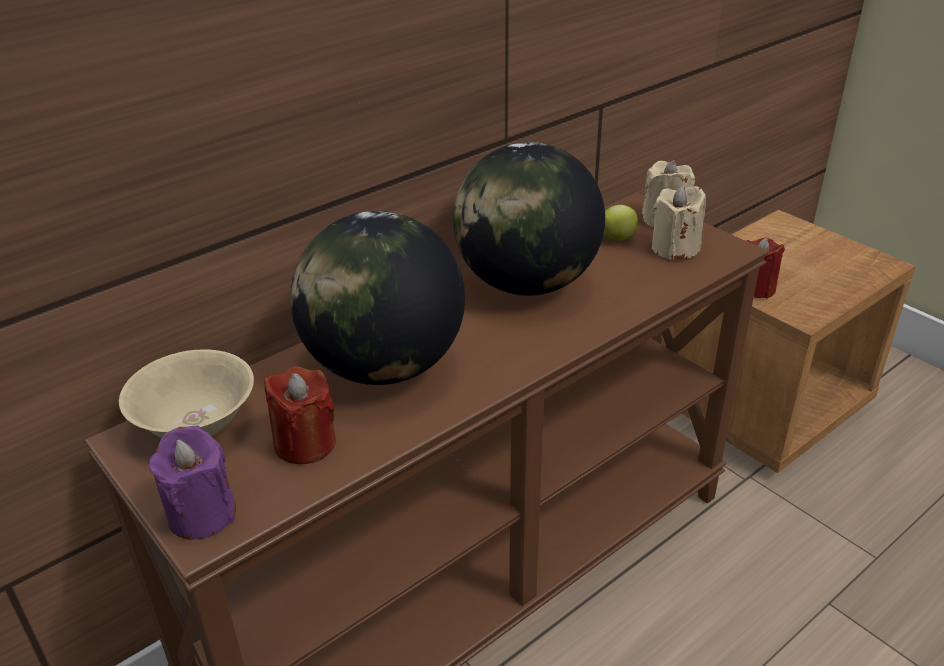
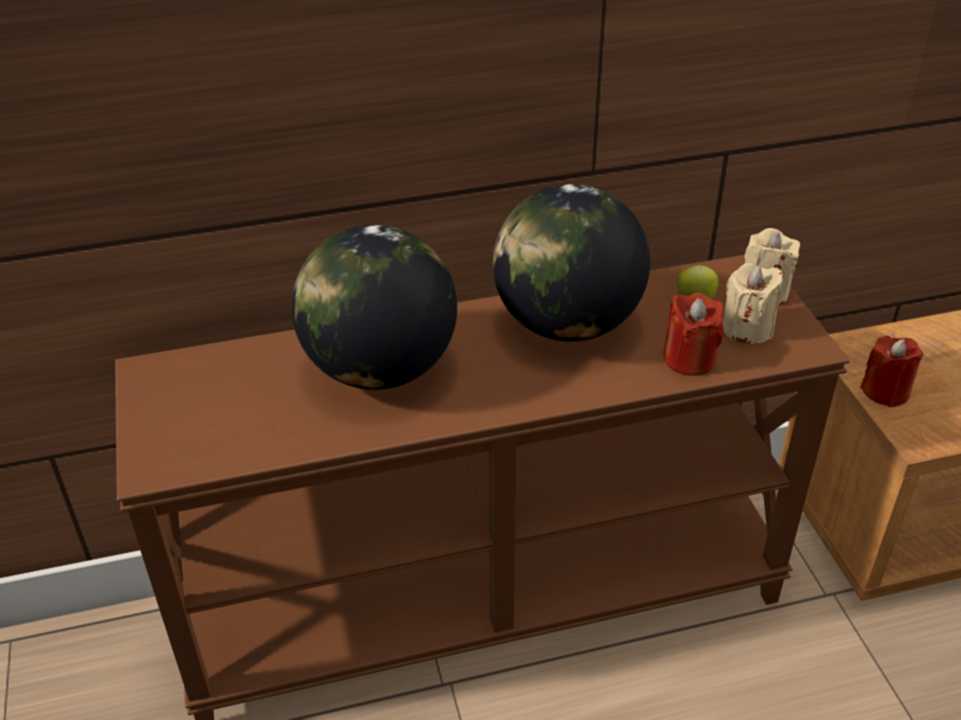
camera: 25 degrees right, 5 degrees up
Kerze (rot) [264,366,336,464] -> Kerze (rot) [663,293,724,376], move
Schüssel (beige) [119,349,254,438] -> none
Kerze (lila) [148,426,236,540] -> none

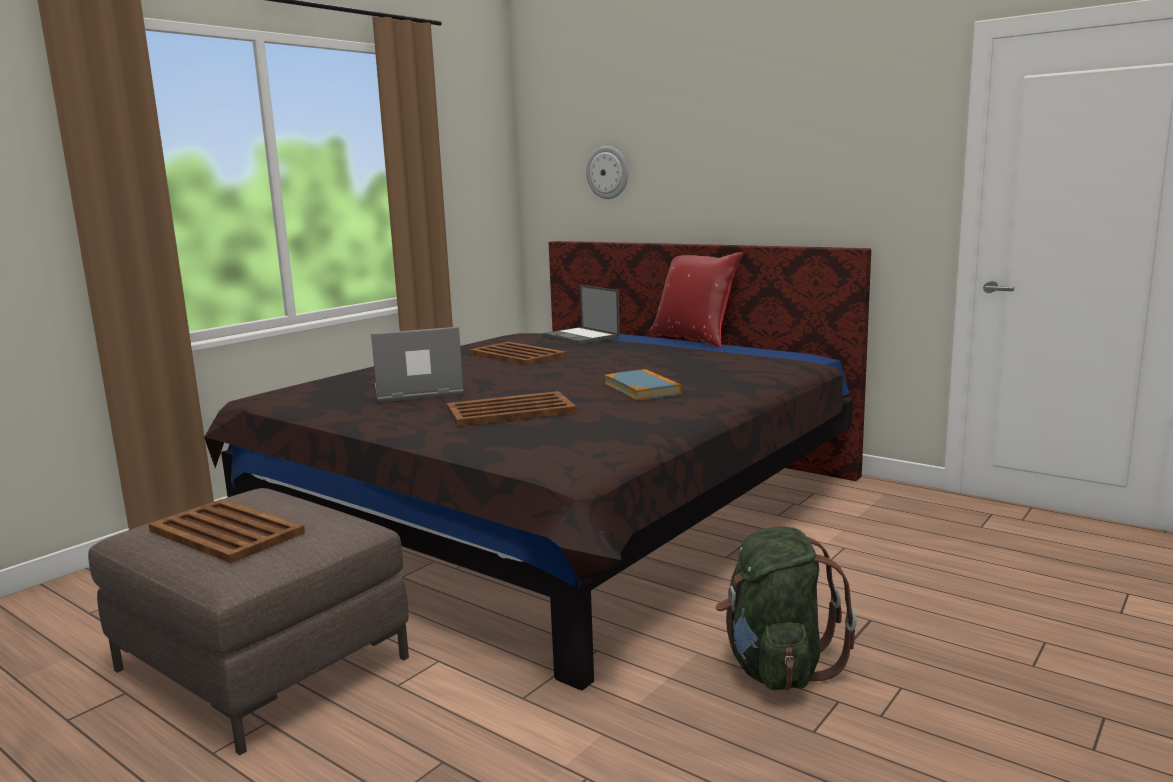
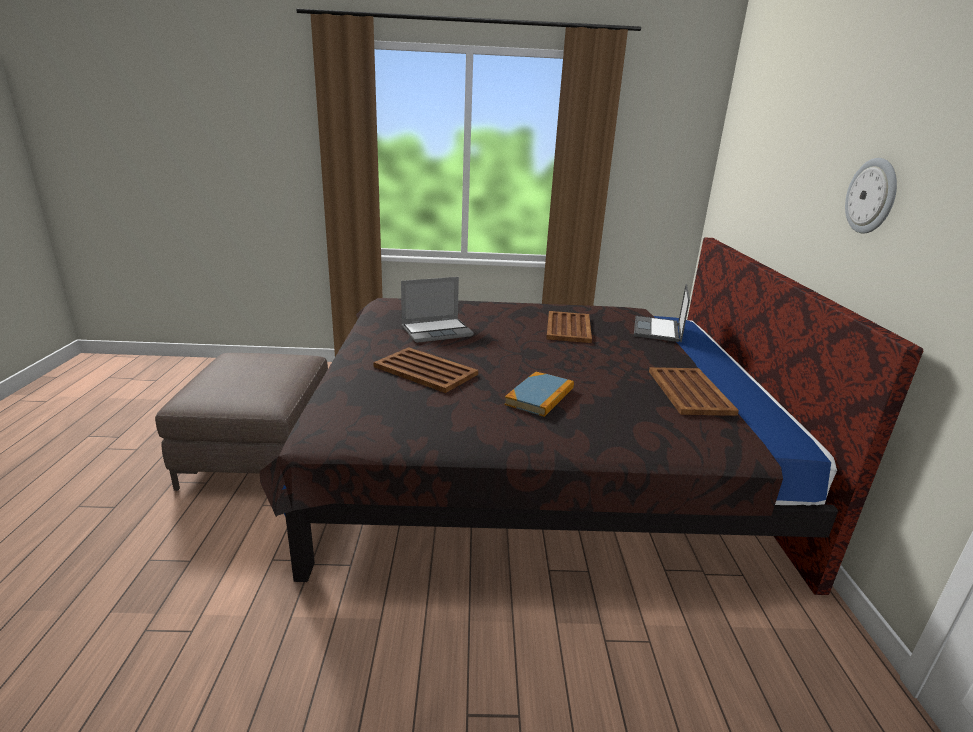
camera: 50 degrees right, 10 degrees up
Laptop [371,327,464,402] -> Laptop [401,277,474,343], 120 degrees clockwise
Tablett (braun) [148,499,305,563] -> Tablett (braun) [649,367,739,416], move
Wanduhr [586,146,628,199] -> Wanduhr [845,158,897,234], move
Kissen (rot) [649,252,743,348] -> none
Rucksack (grün) [716,526,857,690] -> none

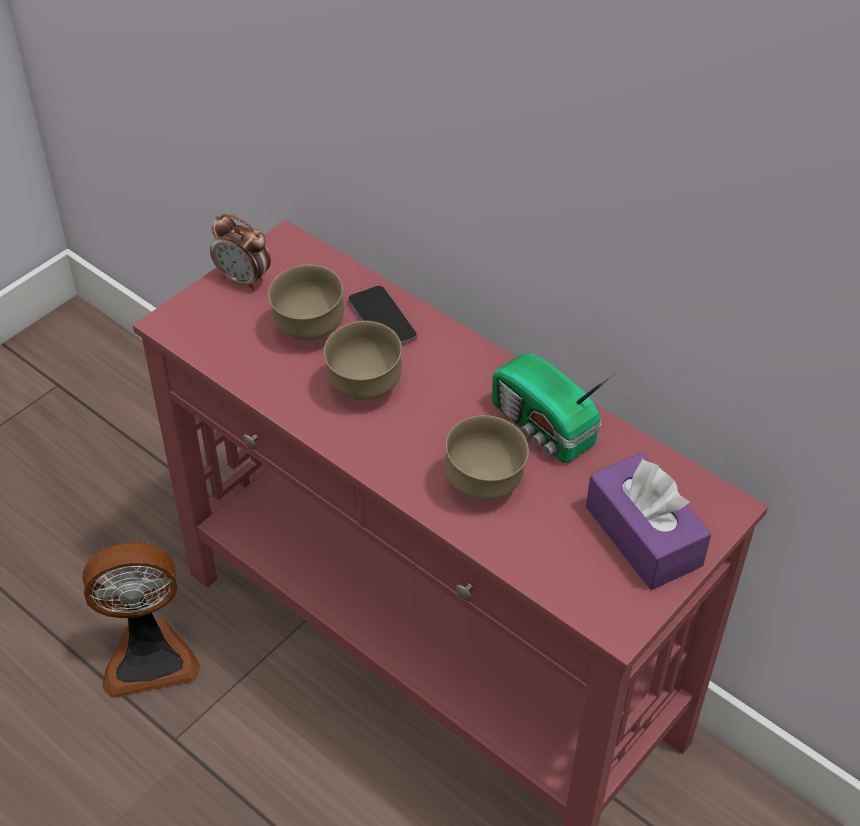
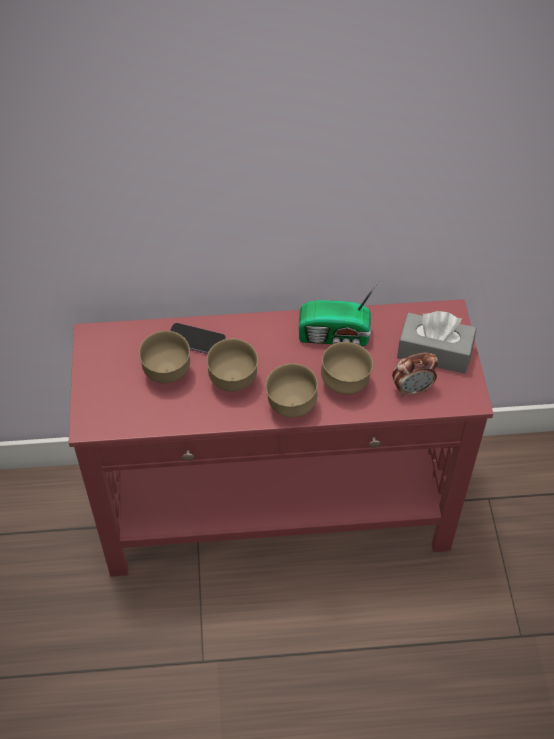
camera: 45 degrees left, 5 degrees up
none -> Schüssel (braun) [265,363,318,417]
Wecker [210,213,271,291] -> Wecker [392,352,438,397], move
Taschentuchbox (lila) [586,453,711,590] -> Taschentuchbox (grau) [397,311,476,374]
Ventilator [83,542,200,698] -> none

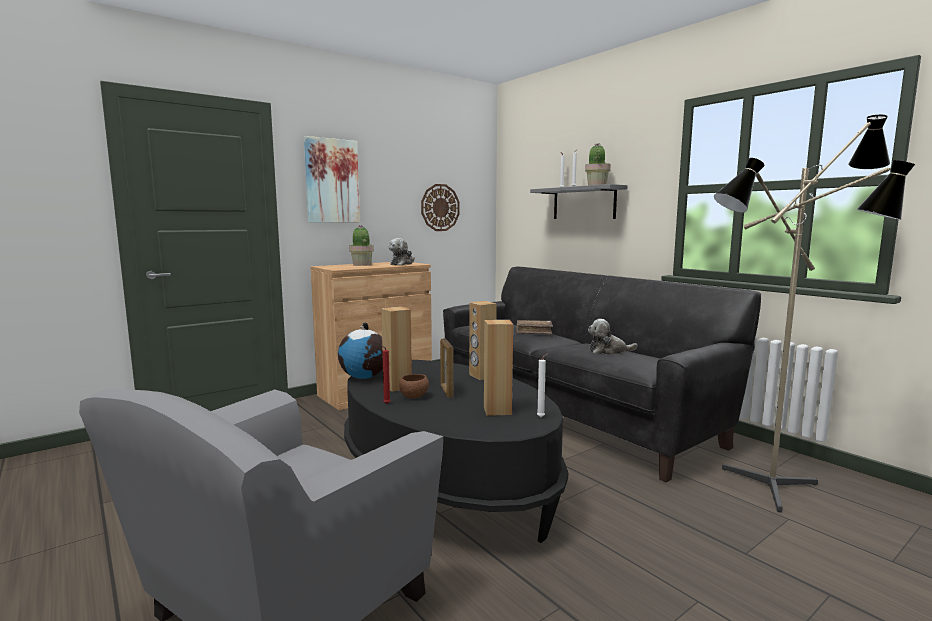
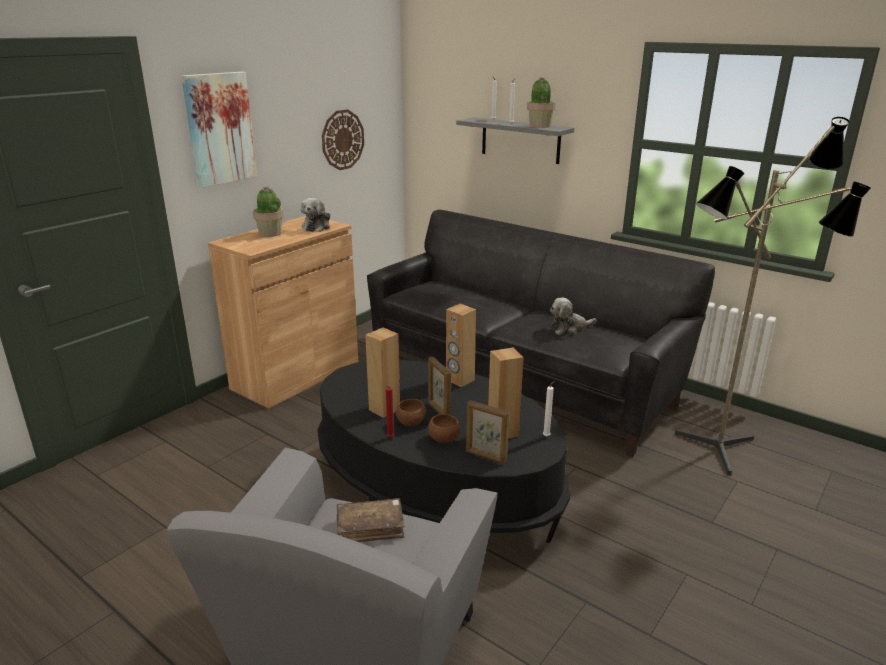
camera: 15 degrees left, 15 degrees up
Buch (braun) [516,320,553,335] -> Buch (braun) [337,498,405,542], move
none -> Schüssel (braun) [428,414,460,443]
none -> Bilderrahmen [466,400,510,464]
Globus [338,322,383,379] -> none

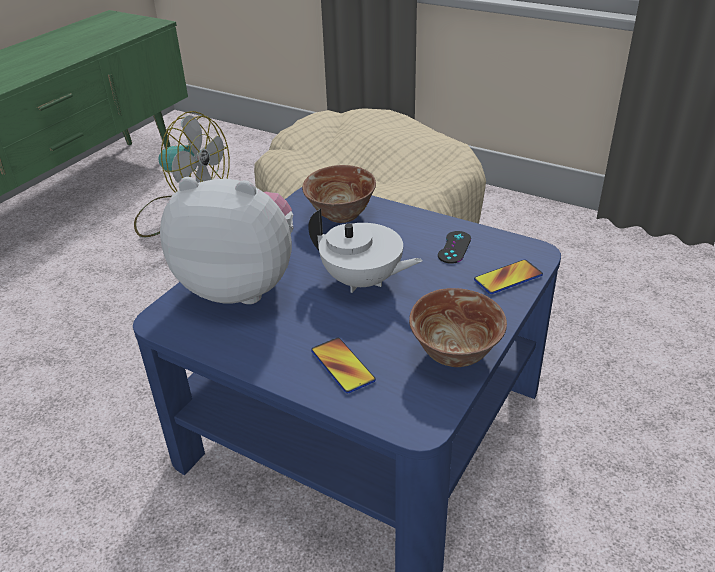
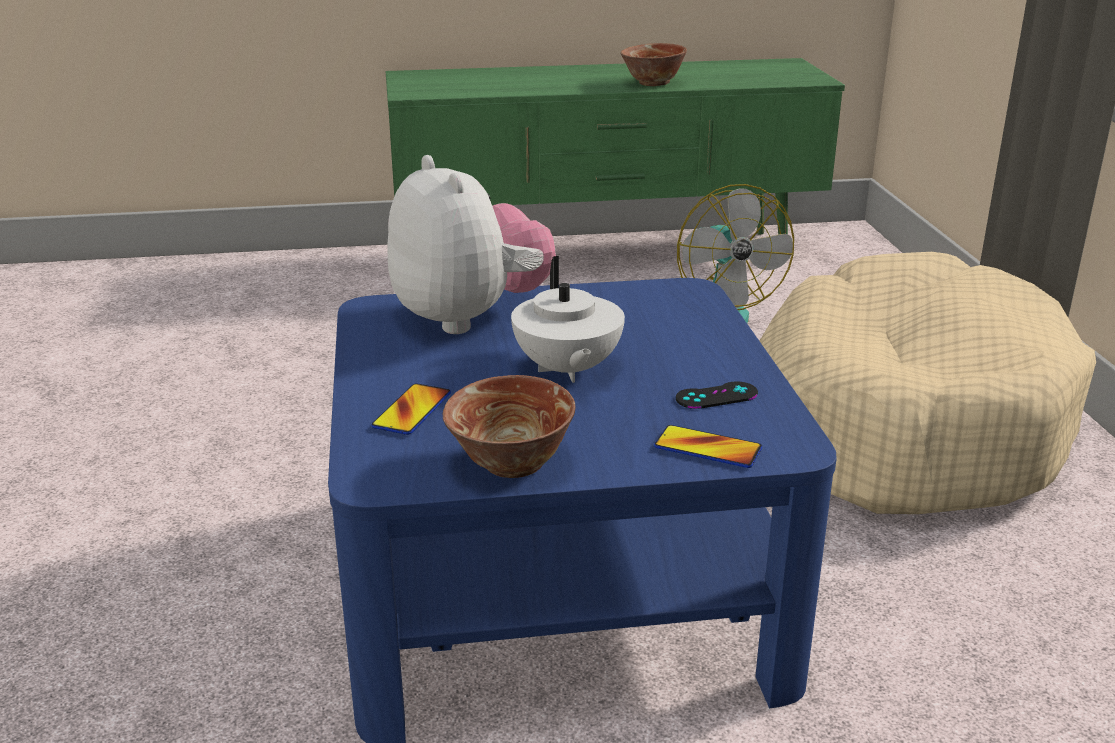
camera: 50 degrees right, 10 degrees down
Schüssel [302,165,376,223] -> Schüssel [620,43,687,86], move

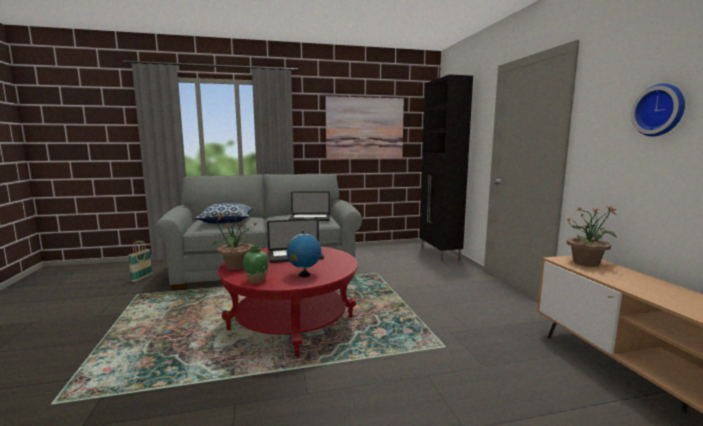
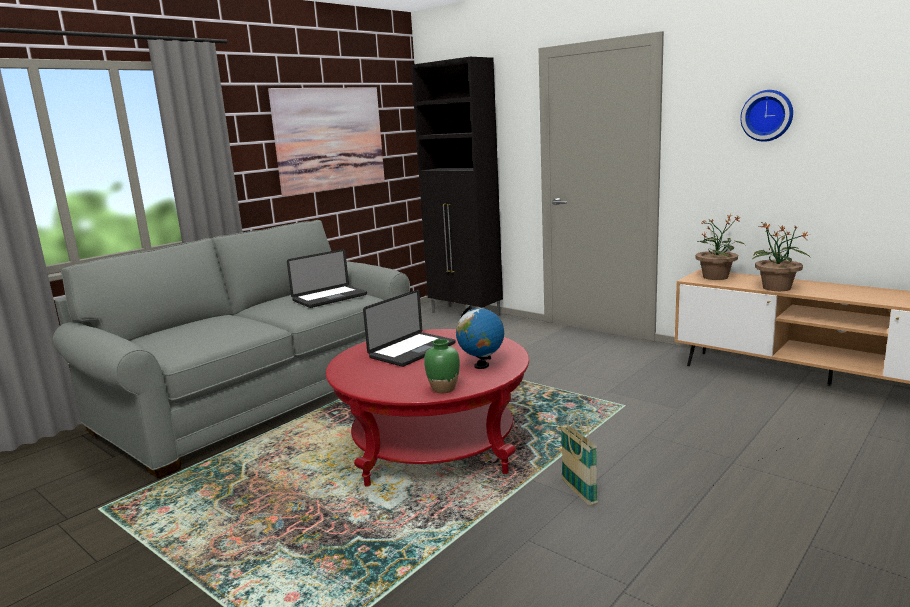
camera: 35 degrees left, 5 degrees up
Korb [128,241,153,282] -> Korb [561,410,598,506], move
Topfpflanze [211,212,258,270] -> Topfpflanze [752,222,811,291], move
Kissen [195,203,253,223] -> none

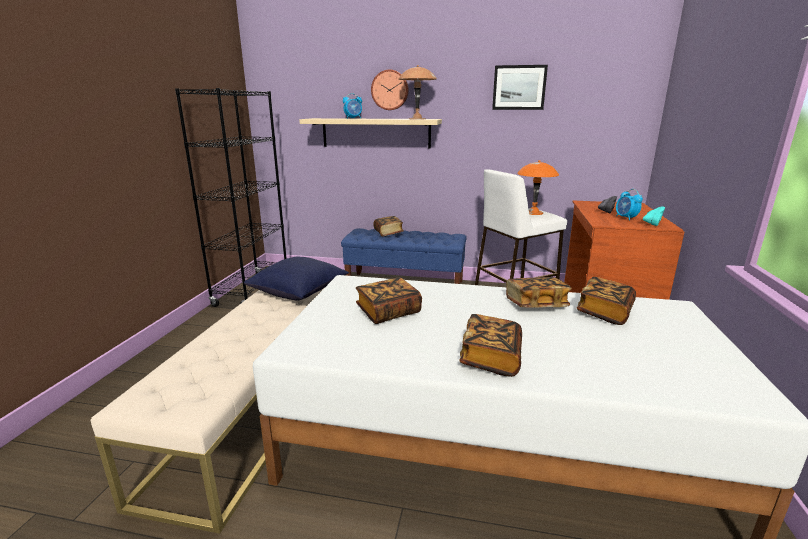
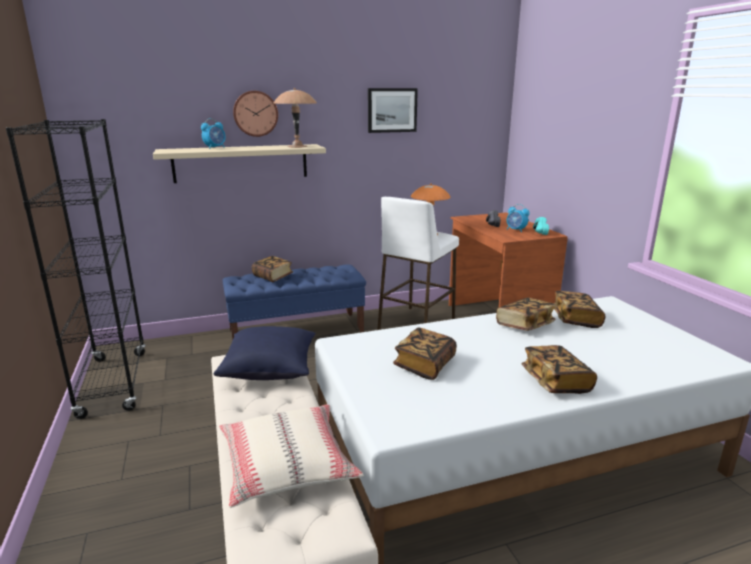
camera: 30 degrees left, 0 degrees up
none -> Kissen (beige) [219,404,363,508]

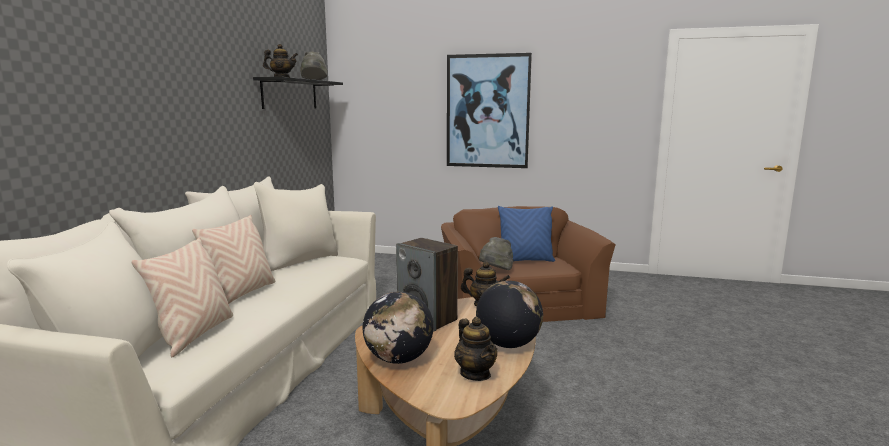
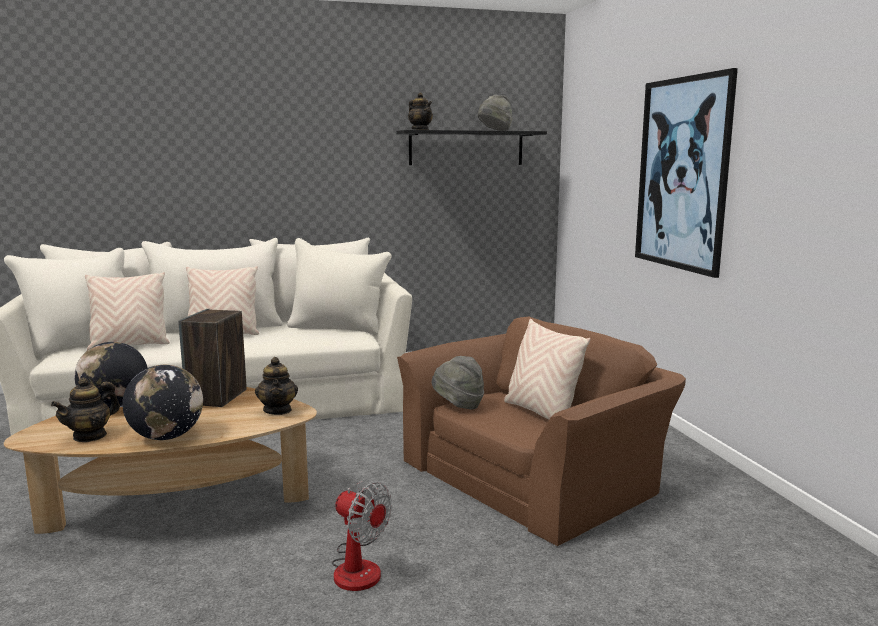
camera: 60 degrees right, 0 degrees up
none -> Ventilator [332,481,392,591]
Kissen (blau) [498,206,555,262] -> Kissen (beige) [504,319,591,419]

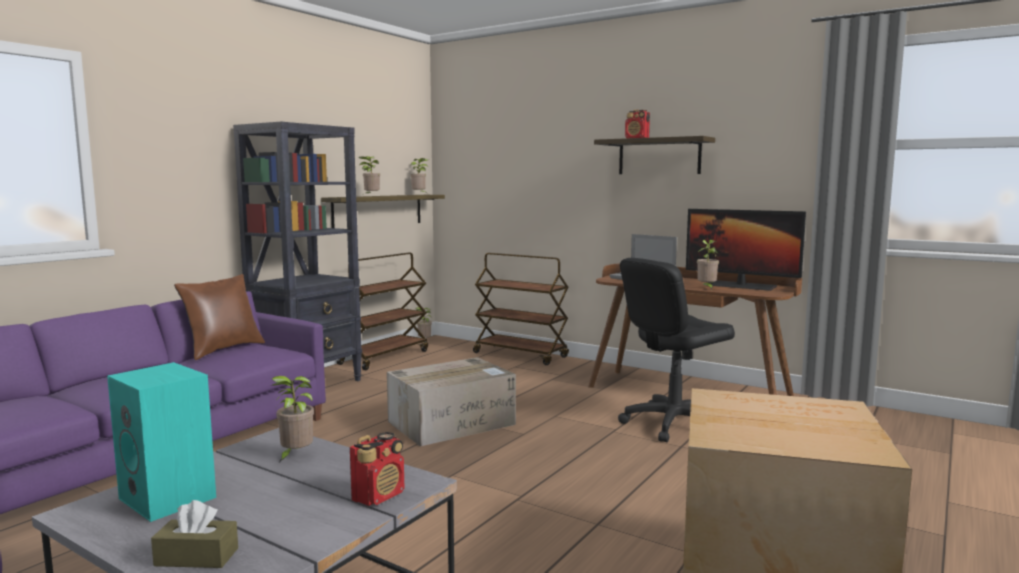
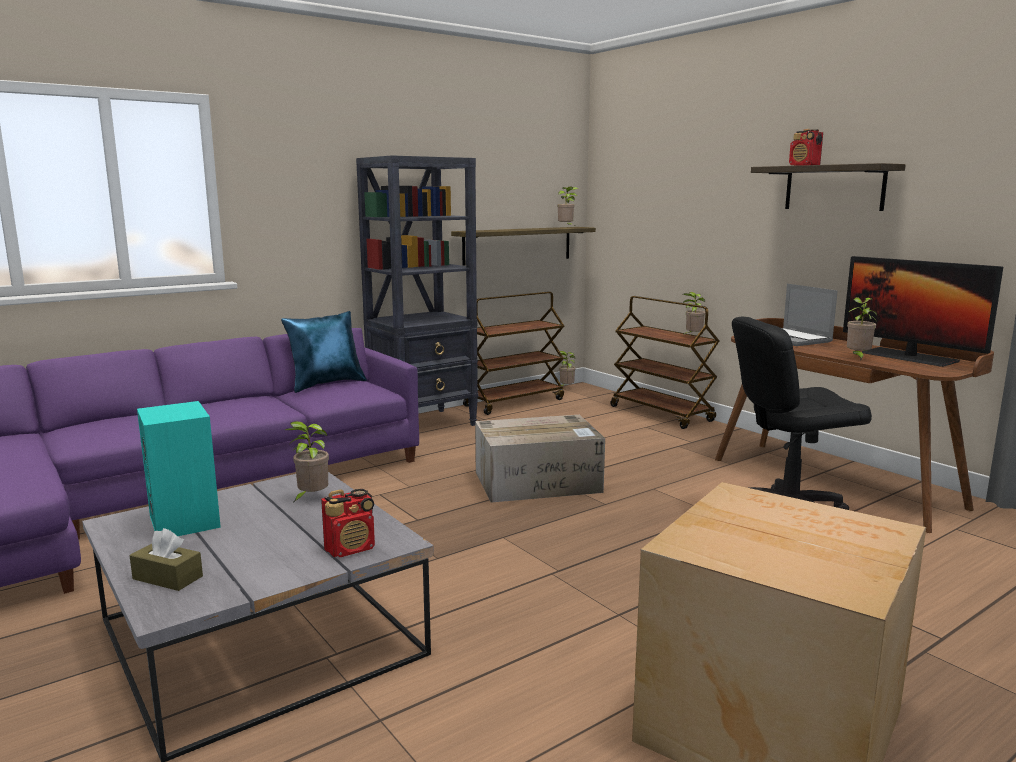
camera: 20 degrees right, 5 degrees up
Kissen (braun) [174,274,265,360] -> Kissen (blau) [281,311,367,393]
Topfpflanze [358,156,380,195] -> Topfpflanze [683,292,705,335], move

